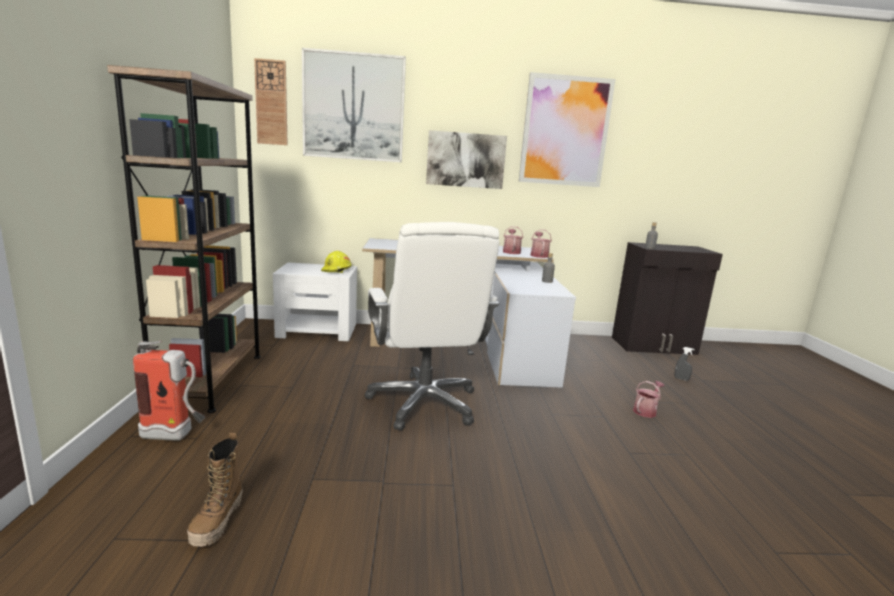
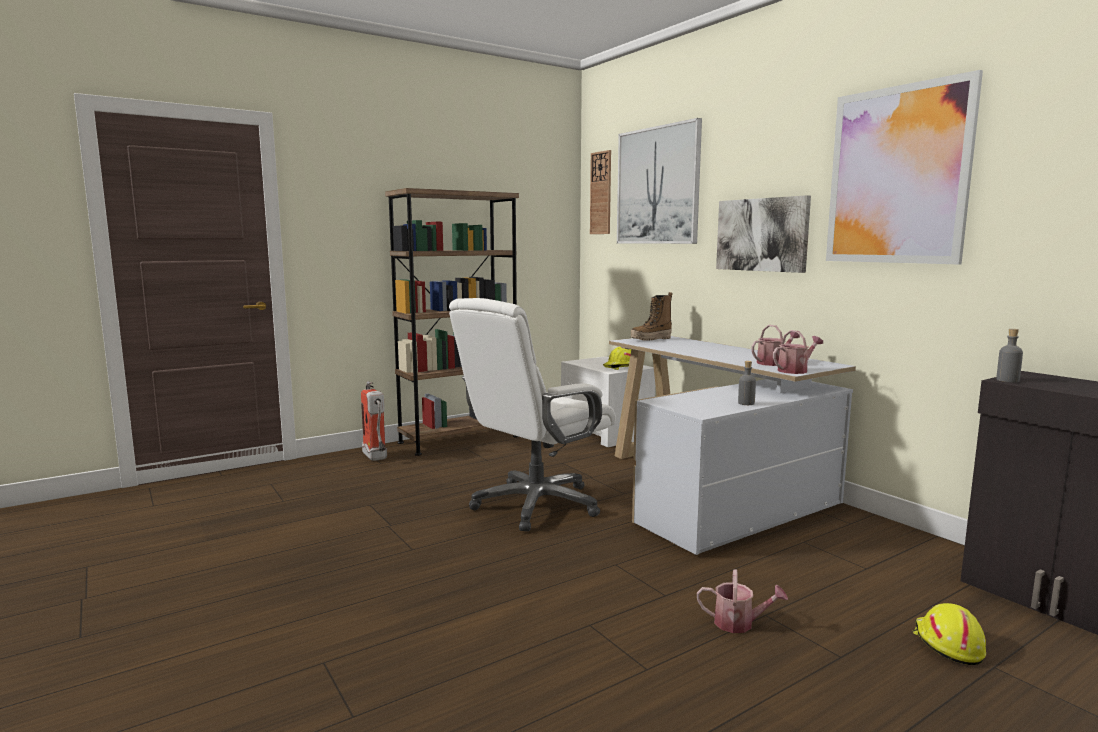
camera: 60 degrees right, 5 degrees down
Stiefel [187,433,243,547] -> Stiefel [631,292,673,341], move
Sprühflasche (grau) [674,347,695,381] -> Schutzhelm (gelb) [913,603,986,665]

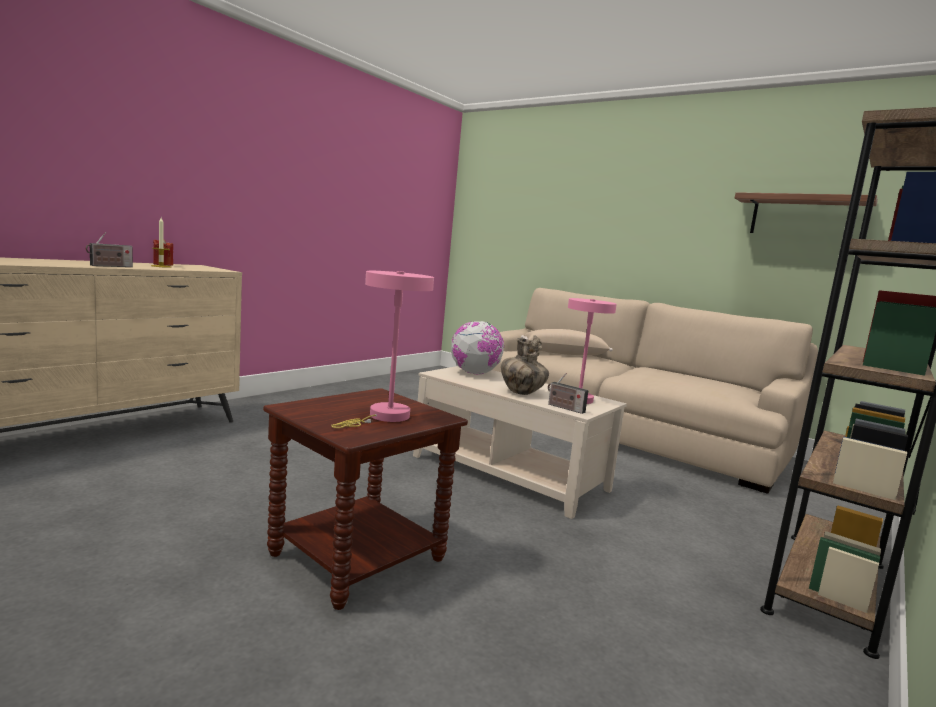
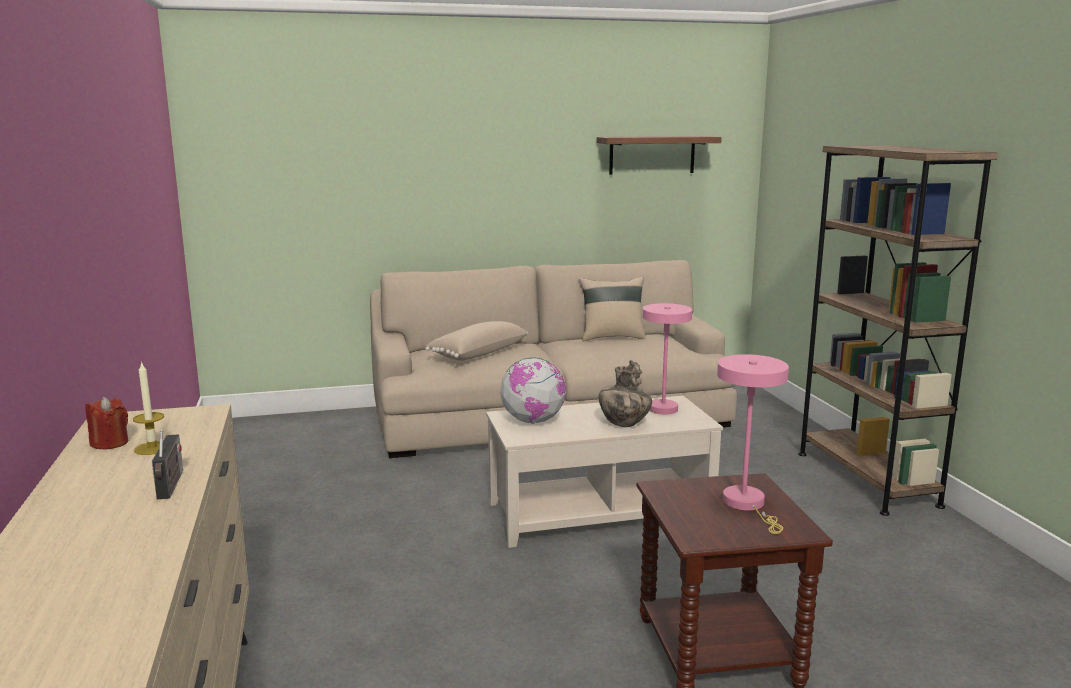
camera: 50 degrees left, 5 degrees up
none -> Kissen (beige) [579,277,646,341]
Radio [548,373,588,414] -> none

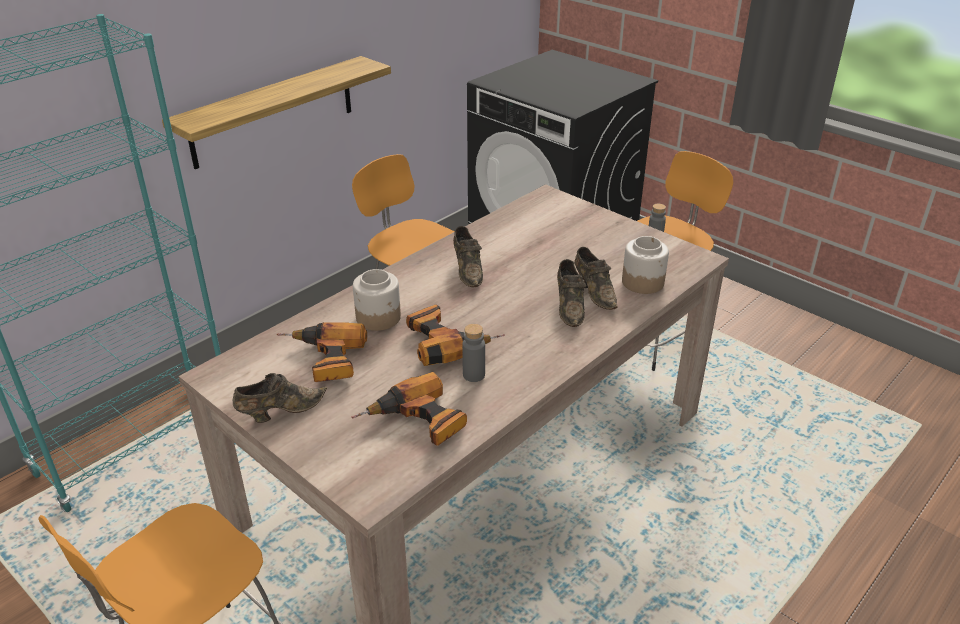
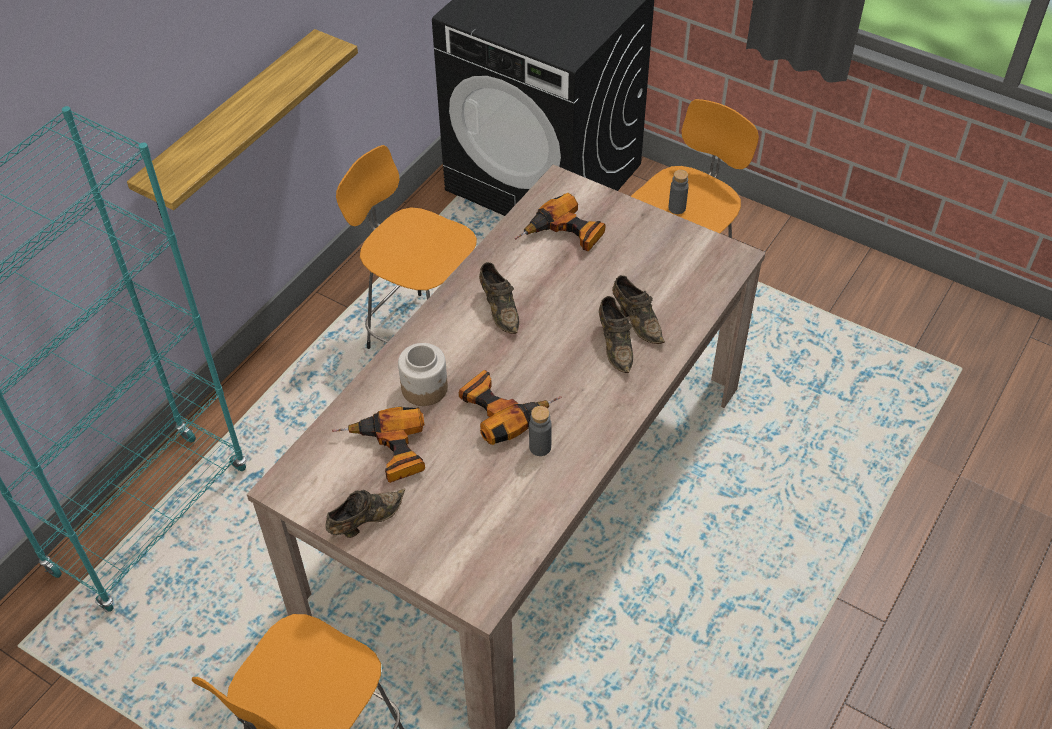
camera: 10 degrees left, 15 degrees up
Bohrmaschine [351,372,467,446] -> Bohrmaschine [515,193,606,251], move
Vorratsglas [622,236,669,294] -> none

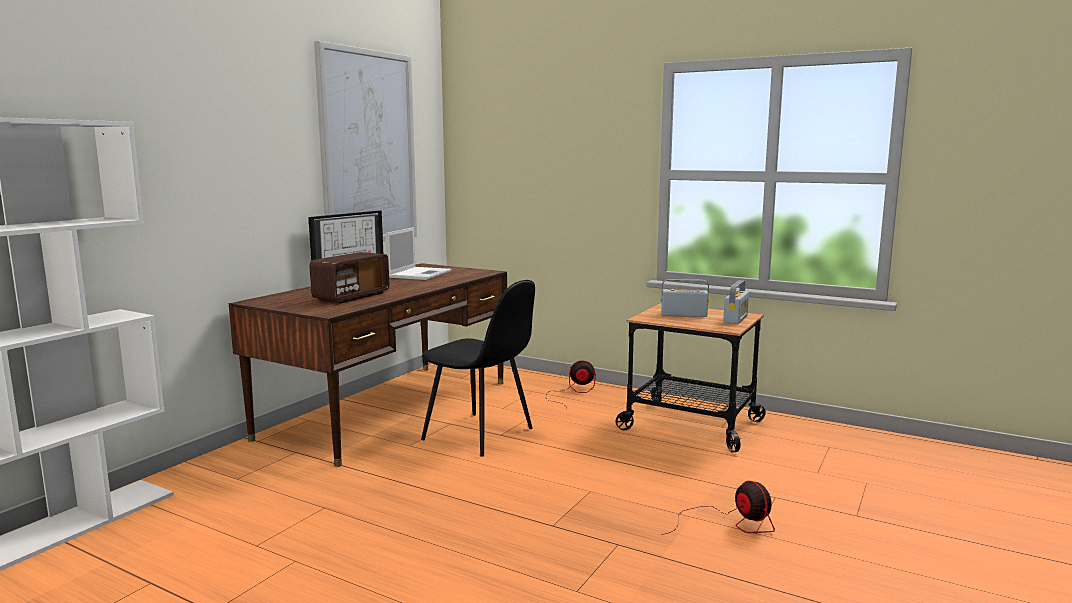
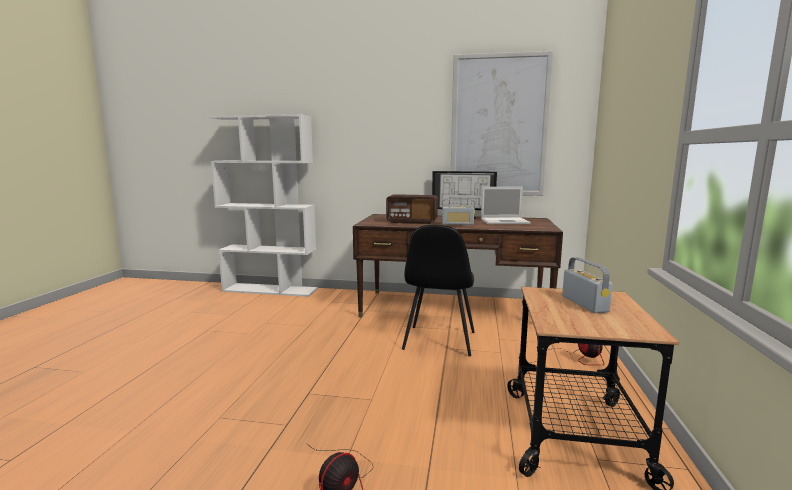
camera: 70 degrees right, 0 degrees up
Radio [723,280,749,324] -> Radio [442,199,475,225], move

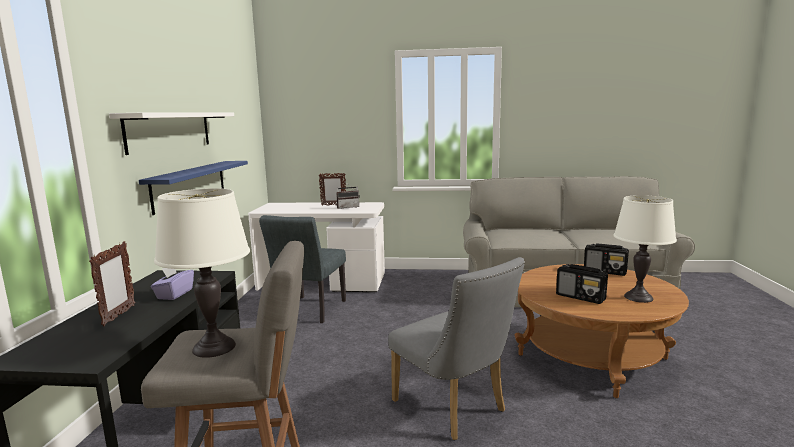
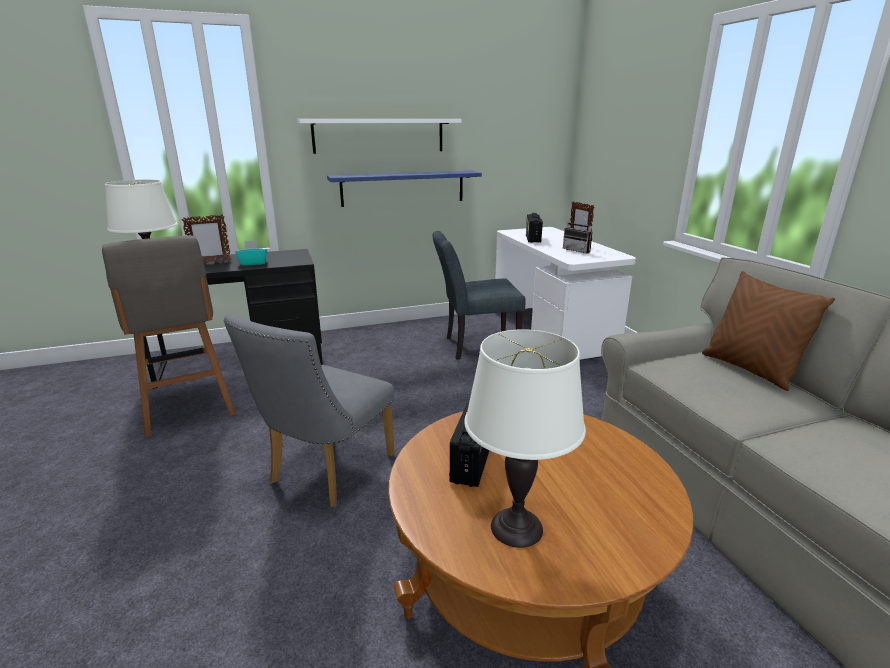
camera: 65 degrees right, 10 degrees up
Taschentuchbox (lila) [151,268,194,300] -> Taschentuchbox (türkis) [236,241,267,266]
Radio [584,243,629,276] -> Radio [526,213,543,243], move
none -> Kissen (braun) [702,271,835,391]

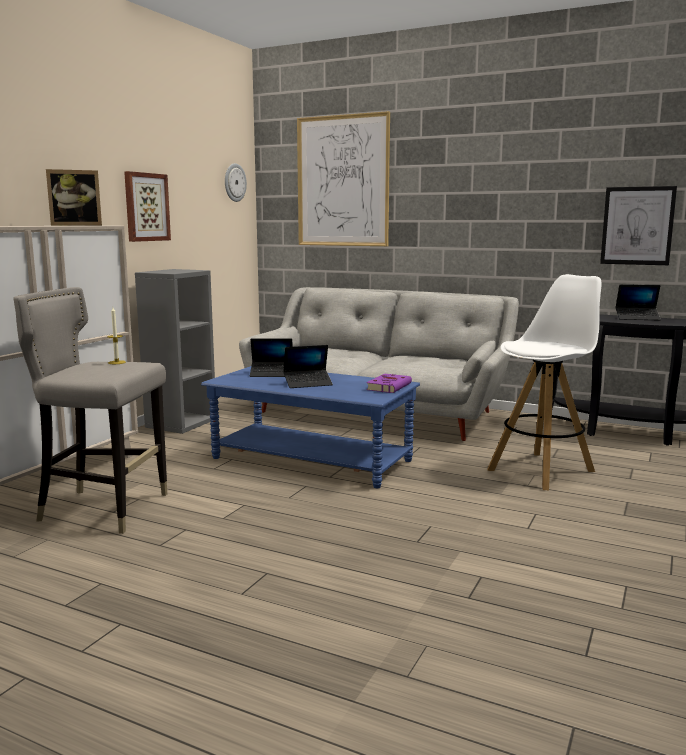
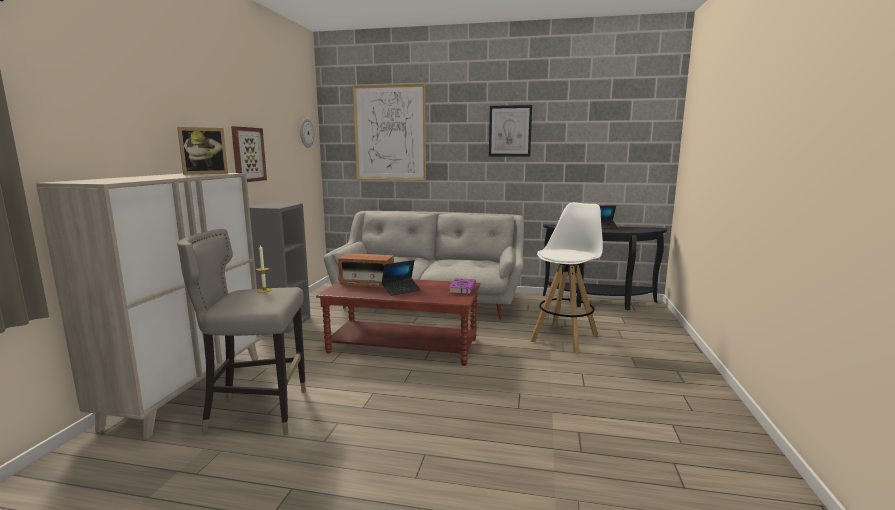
camera: 15 degrees left, 0 degrees up
Couchtisch (blau) [201,366,420,488] -> Couchtisch (braun) [316,279,480,366]
Laptop [250,338,293,377] -> Radio [338,253,394,288]
Bild [600,186,677,265] -> Bild [489,105,532,157], move

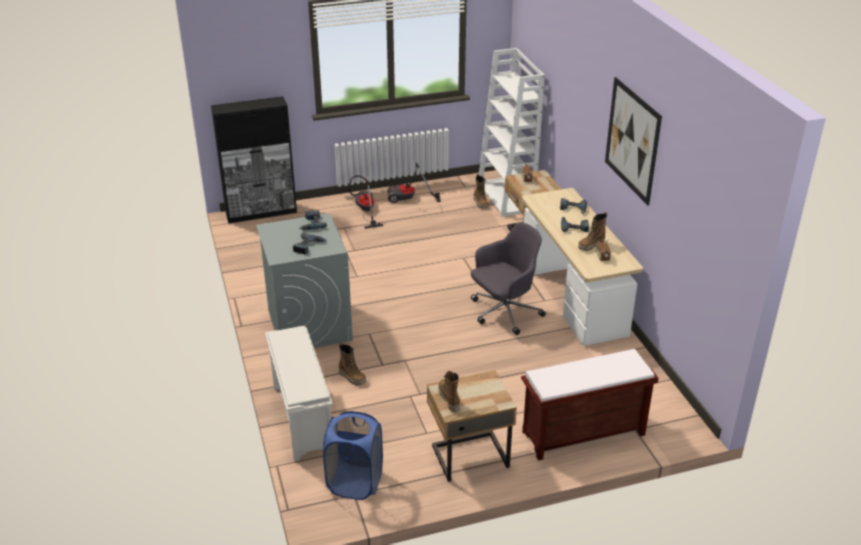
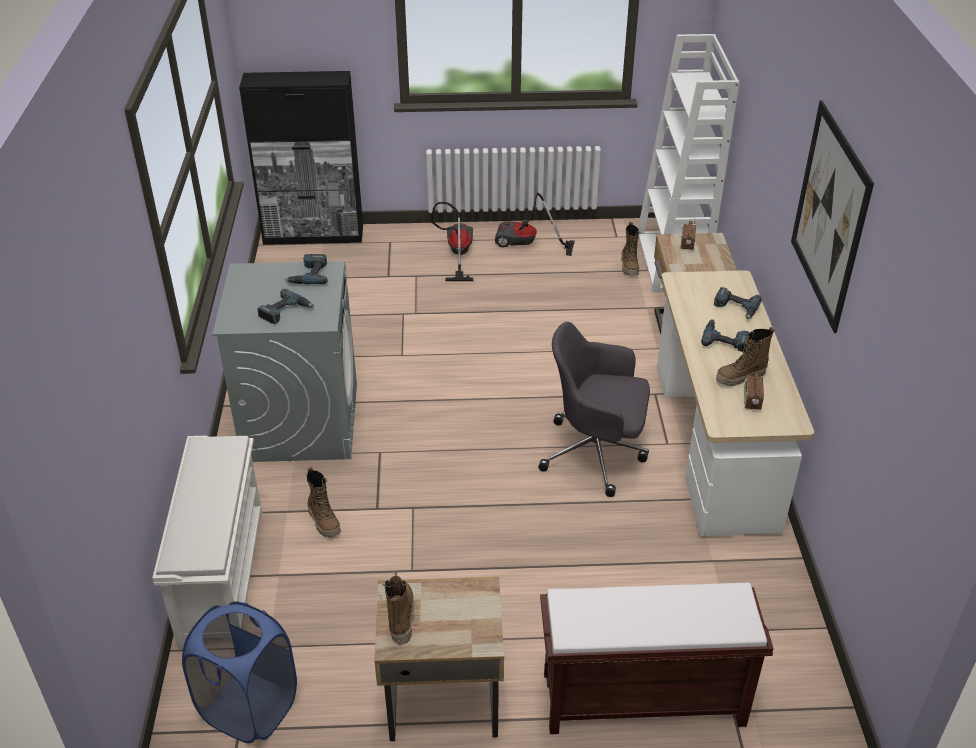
camera: 15 degrees right, 5 degrees up
Bürostuhl (grau) [471,223,546,335] -> Bürostuhl (grau) [538,322,650,497], 150 degrees counterclockwise

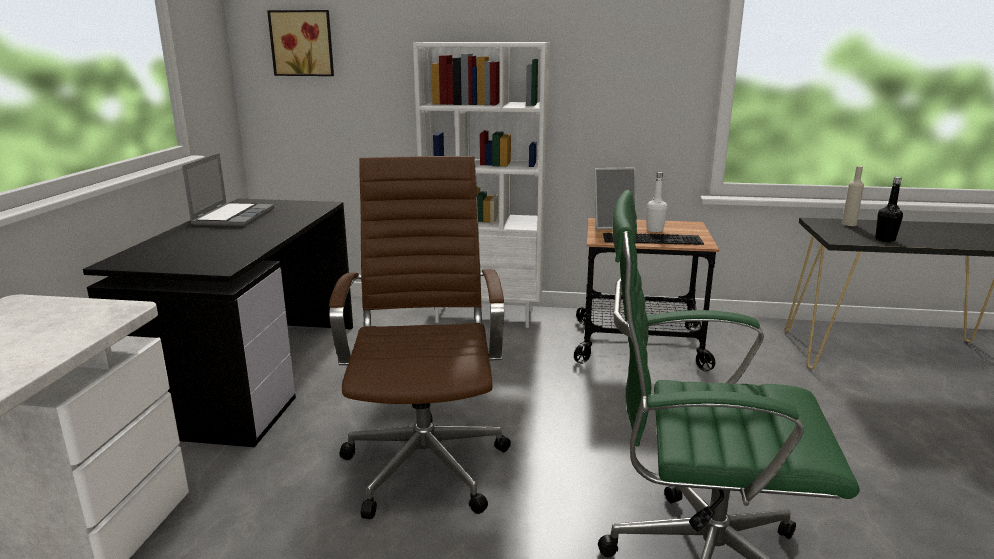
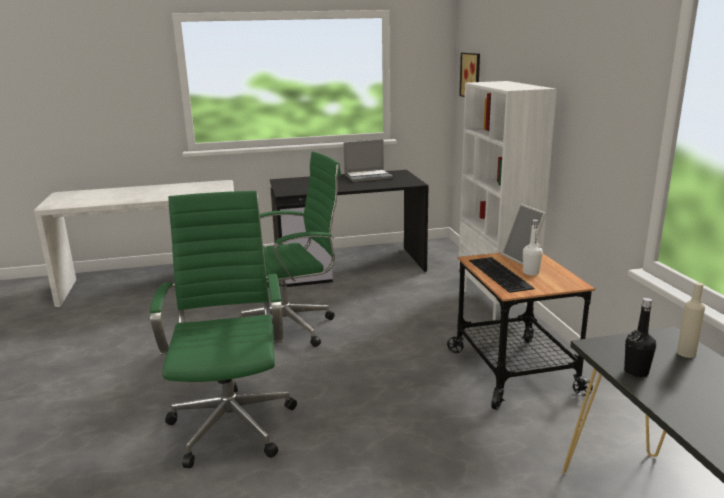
camera: 70 degrees right, 0 degrees up
Bürostuhl (braun) [329,156,511,519] -> Bürostuhl (grün) [239,151,341,347]

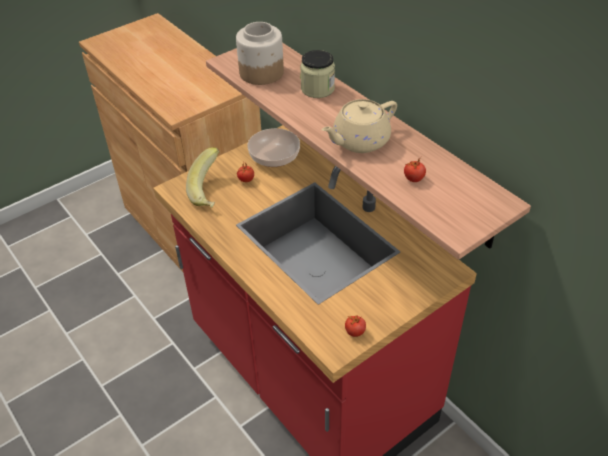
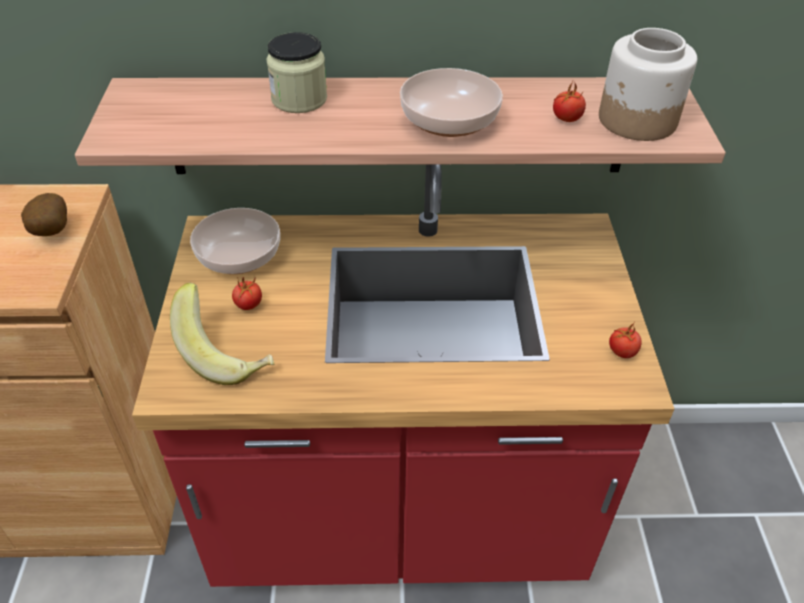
camera: 55 degrees left, 0 degrees up
none -> Kartoffel [21,193,67,236]
Teekanne (beige) [321,99,397,153] -> Schüssel [400,68,503,137]
Vorratsglas [236,22,284,85] -> Vorratsglas [599,28,697,141], move

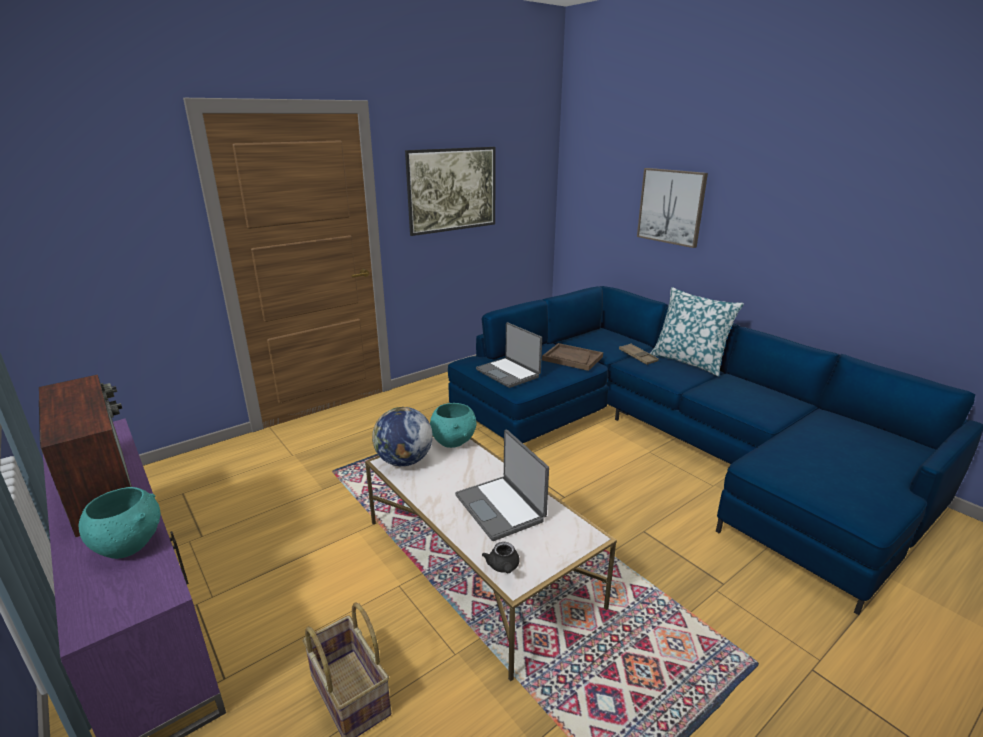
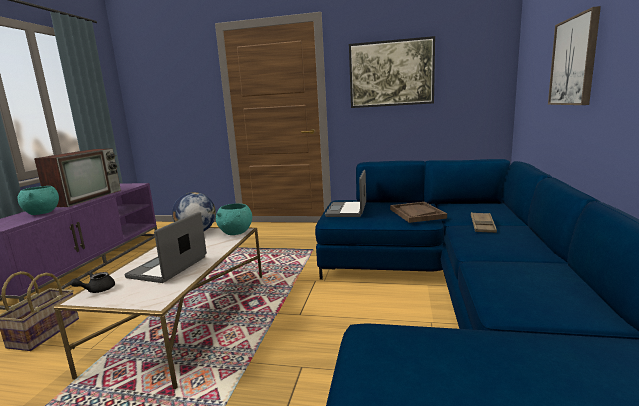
camera: 50 degrees right, 10 degrees down
Kissen [650,287,744,377] -> none

